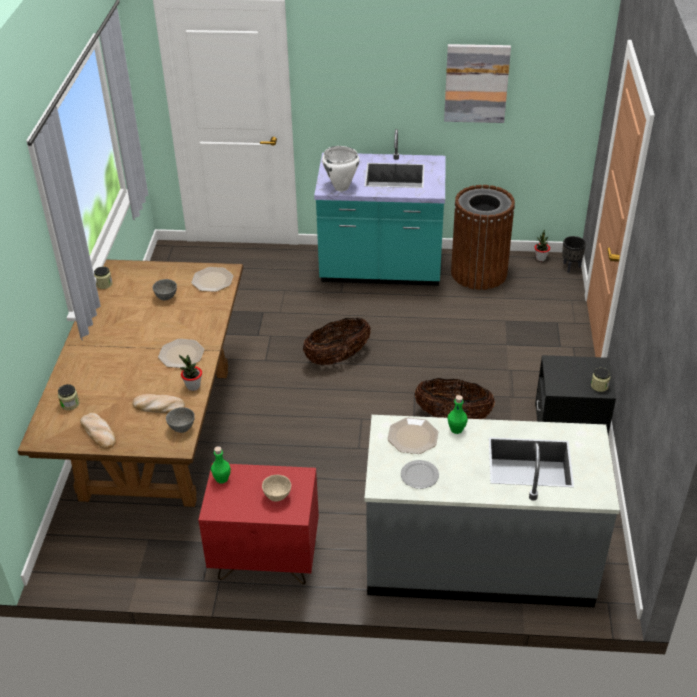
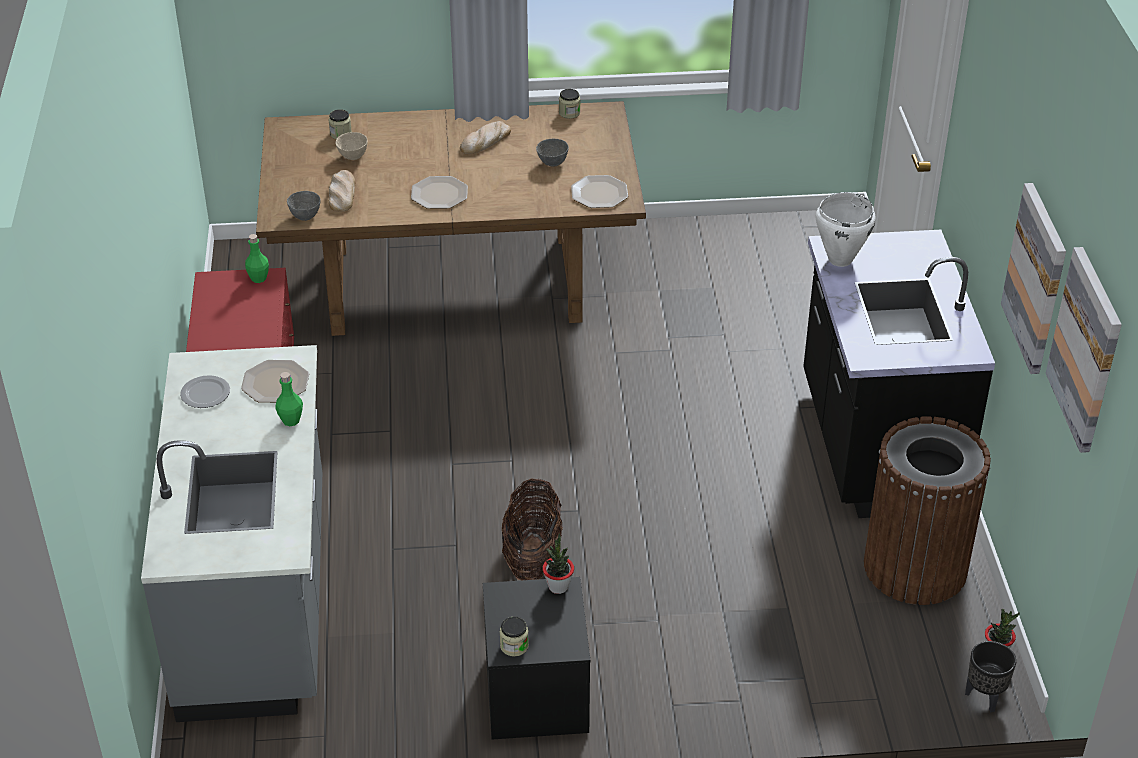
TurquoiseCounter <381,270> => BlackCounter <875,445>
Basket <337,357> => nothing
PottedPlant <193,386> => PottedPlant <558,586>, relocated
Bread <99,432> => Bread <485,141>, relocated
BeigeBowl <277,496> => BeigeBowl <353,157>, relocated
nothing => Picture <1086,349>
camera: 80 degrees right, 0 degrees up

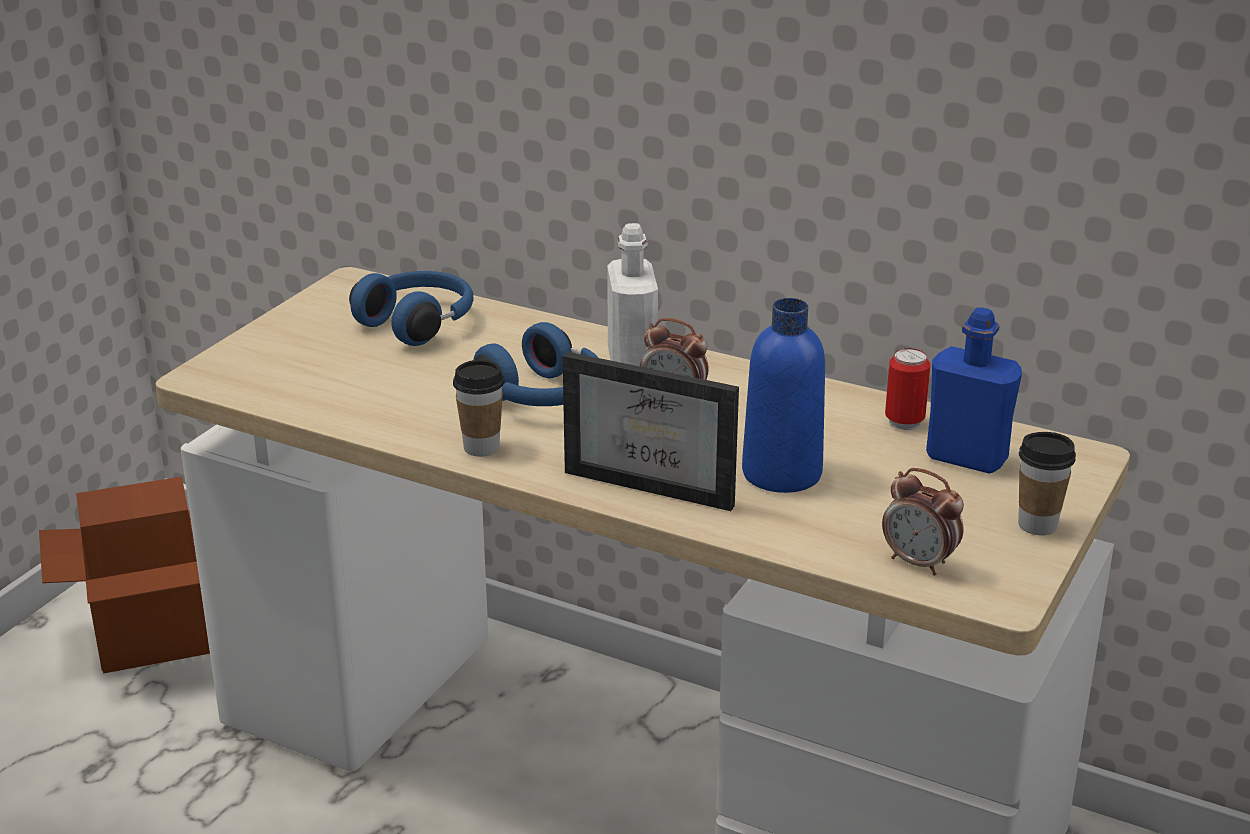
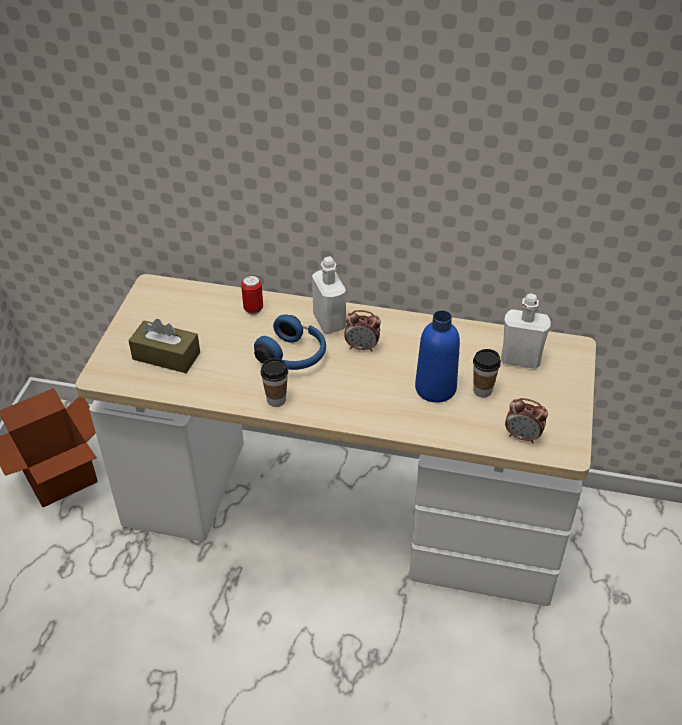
BlueHeadphones <419,323> => nothing
BlueBottle <966,458> => WhiteBottle <520,359>
Can <904,422> => Can <253,309>, relocated
PictureFrame <659,481> => nothing
Cup <1037,525> => Cup <482,390>, relocated
nothing => BrownTissueBox <166,356>
camera: 15 degrees left, 15 degrees up

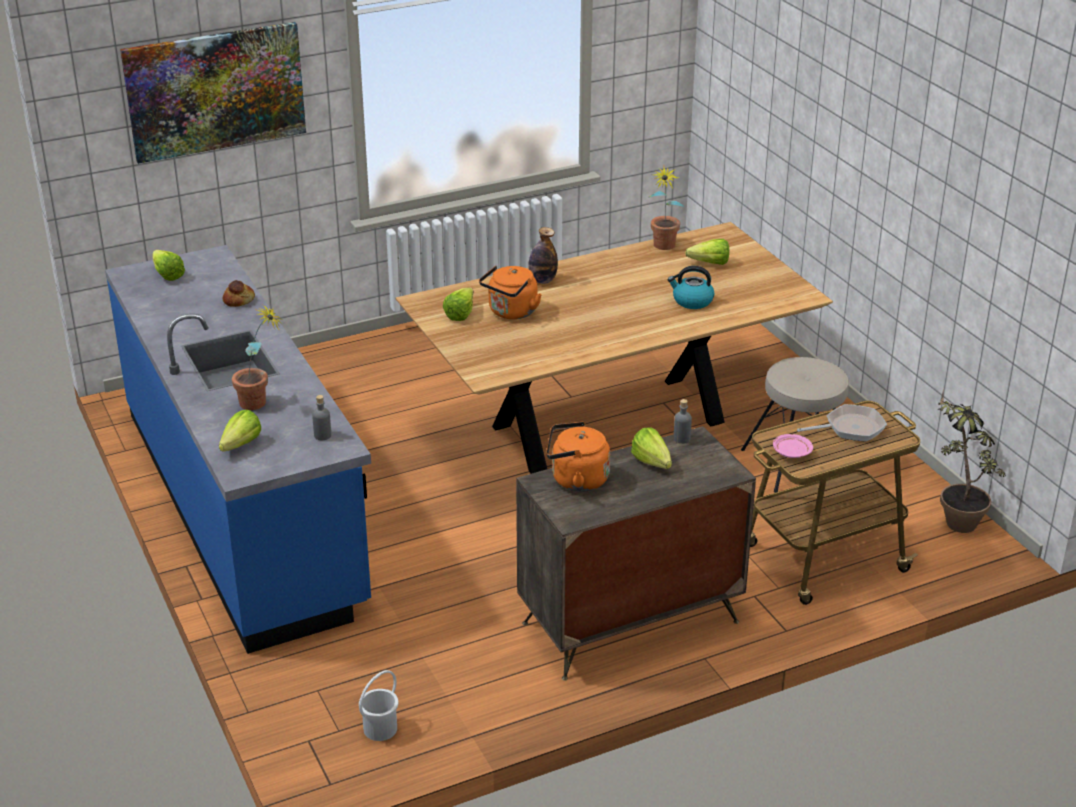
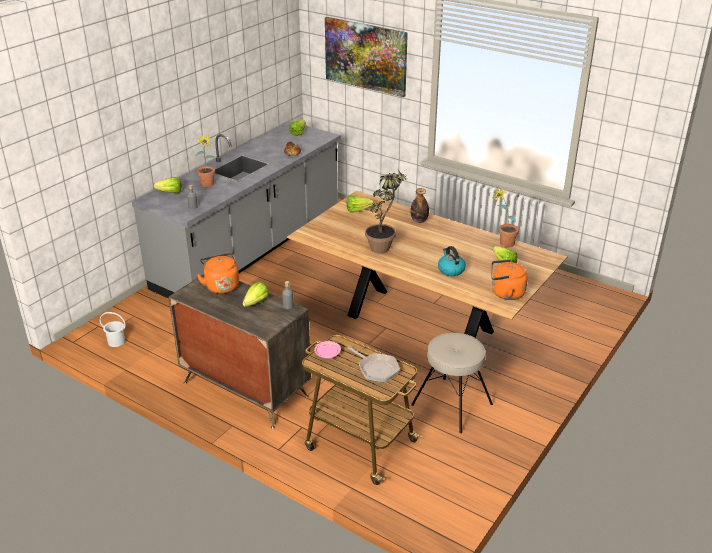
BlueCounter <244,506> => GreyCounter <251,249>
OrangeKettle <511,312> => OrangeKettle <505,293>, relocated
PottedPlant <955,517> => PottedPlant <384,246>, relocated
camera: 60 degrees right, 0 degrees up

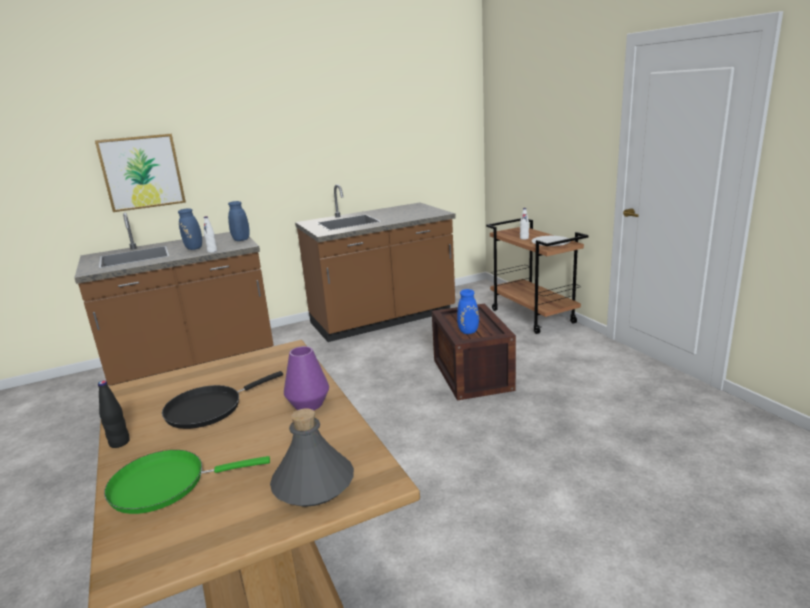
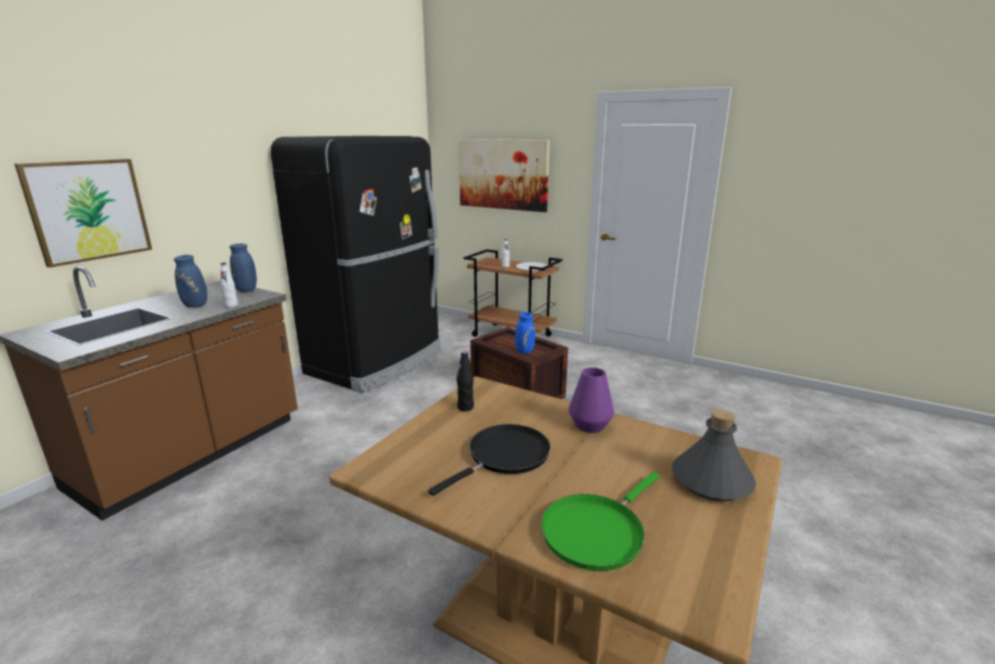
BrownCounter <383,319> => BlackFridge <377,362>
BlackFryingPan <209,408> => BlackFryingPan <504,456>, 150 degrees counterclockwise
BlackBottle <119,442> => BlackBottle <465,407>, relocated
nothing => Picture <502,174>
camera: 35 degrees left, 0 degrees up

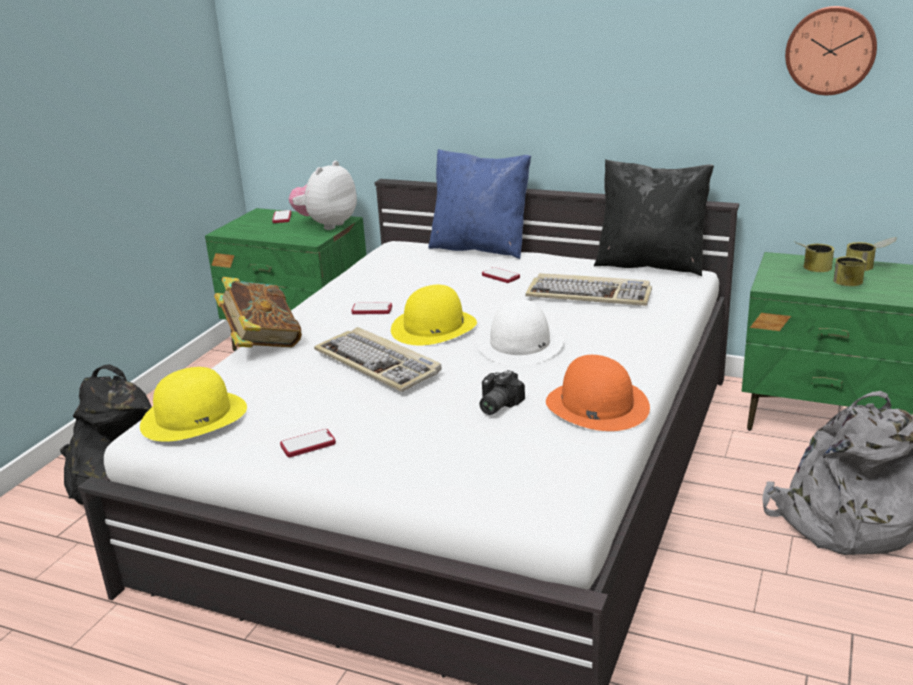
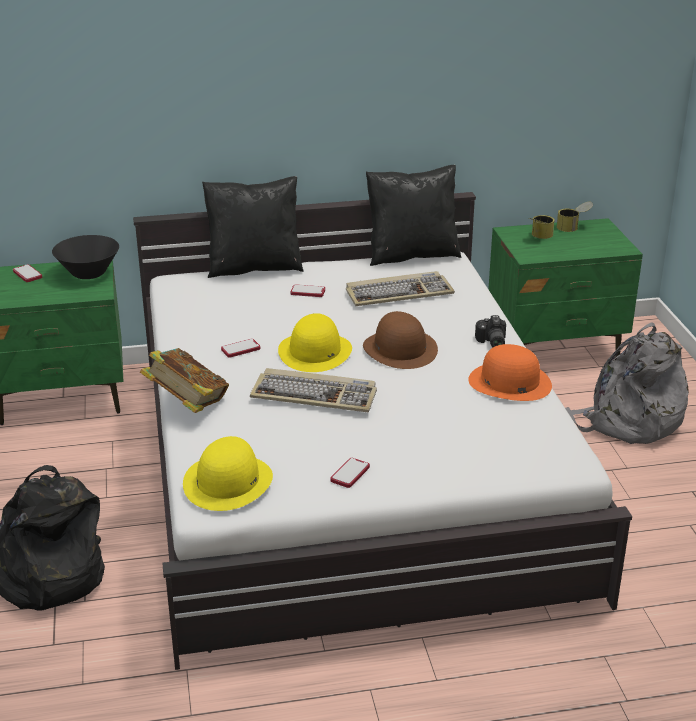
WallClock <830,50> => nothing
BluePillow <480,248> => BlackPillow <254,267>
PlushToy <327,225> => BlackBowl <89,273>
Can <848,284> => nothing
WhiteHat <520,344> => BrownHat <400,349>
PhotoCamera <495,405> => PhotoCamera <491,342>, relocated
camera: 35 degrees left, 5 degrees up

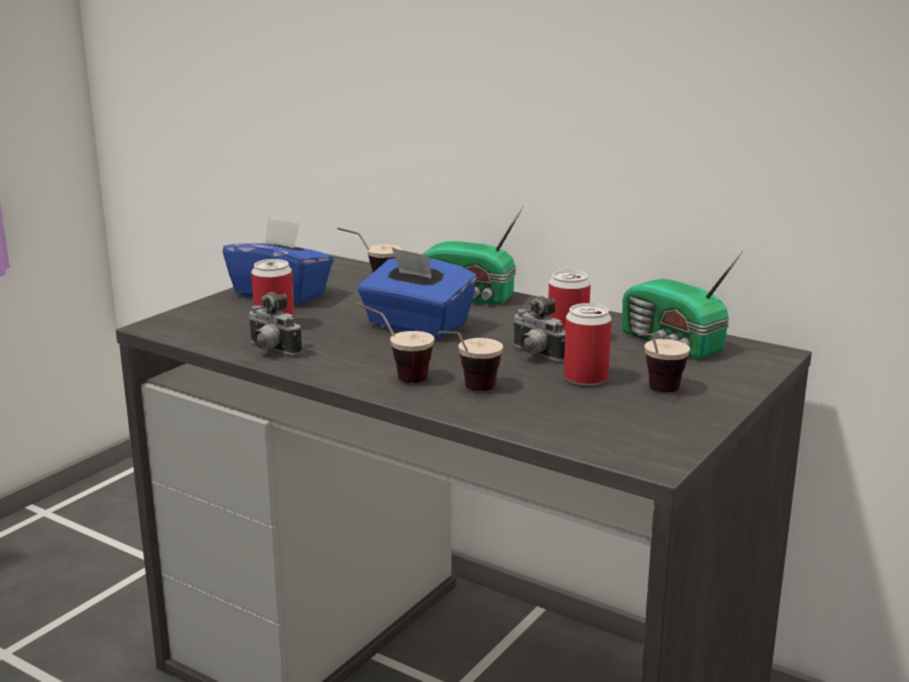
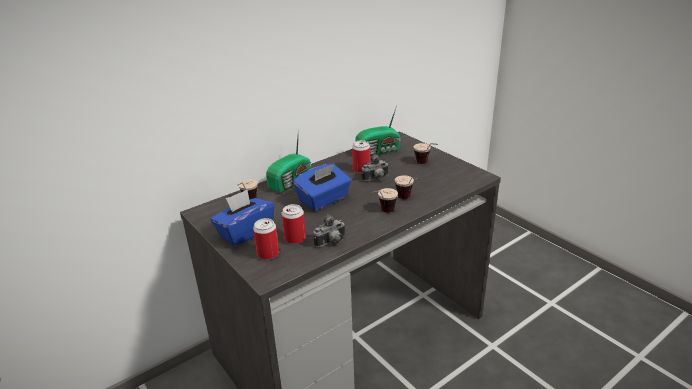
Can <585,378> => Can <268,254>, relocated
camera: 70 degrees left, 10 degrees up

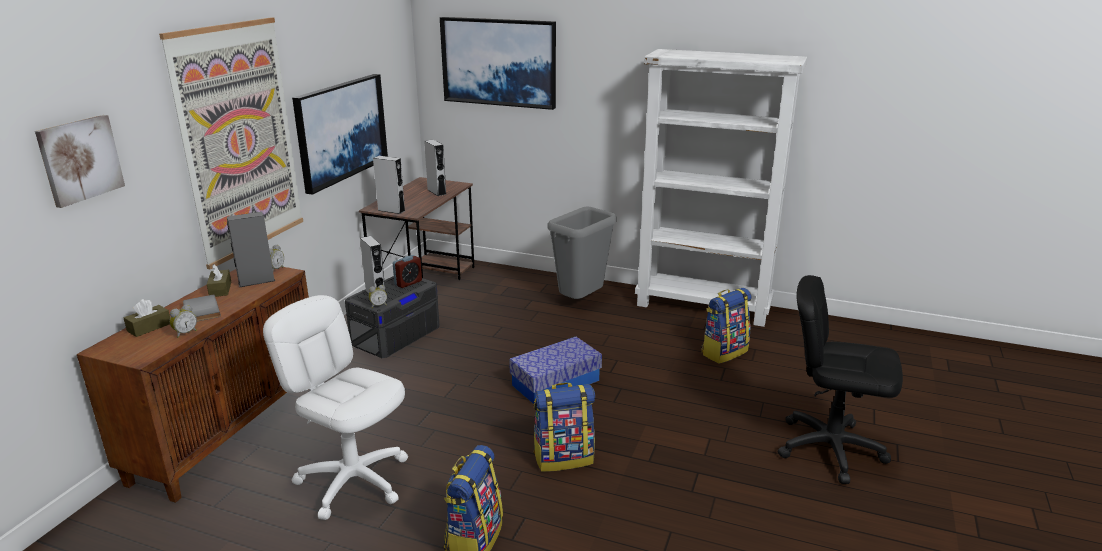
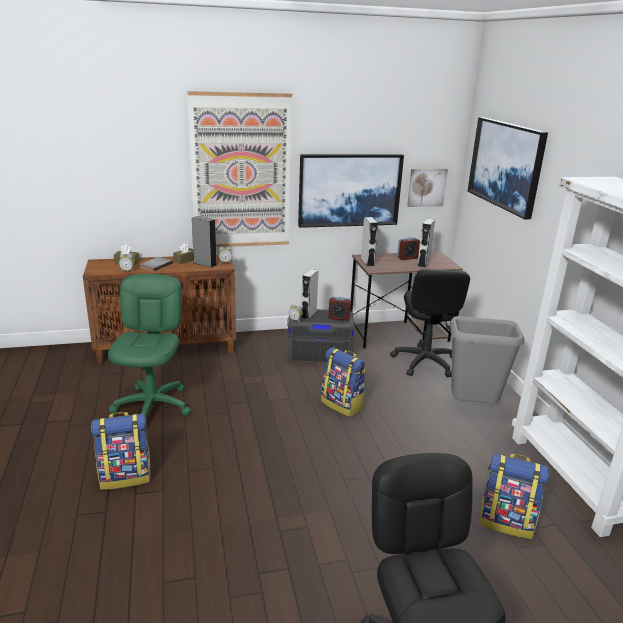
Picture <80,159> => Picture <426,187>, relocated
WhiteOfficeChair <353,480> => GreenOfficeChair <153,406>
StorageBox <555,383> => nothing
Backpack <564,458> => Backpack <342,405>, relocated
nothing => AlarmClock <407,258>
nothing => BlackOfficeChair <424,362>
camera: 55 degrees right, 0 degrees up

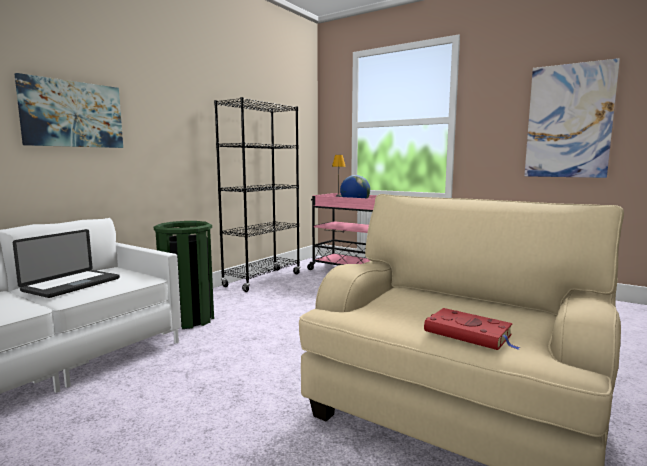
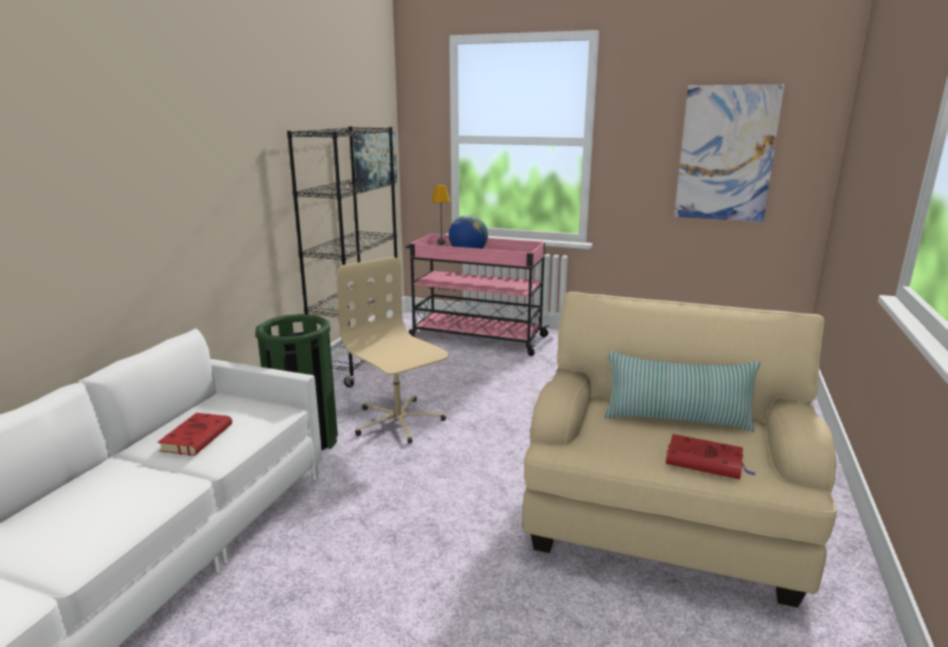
Picture <72,114> => Picture <374,160>, relocated
Laptop <72,285> => RedBook <198,437>
nothing => BeigeOfficeChair <398,421>
nothing => Pillow <677,420>
camera: 15 degrees left, 10 degrees up

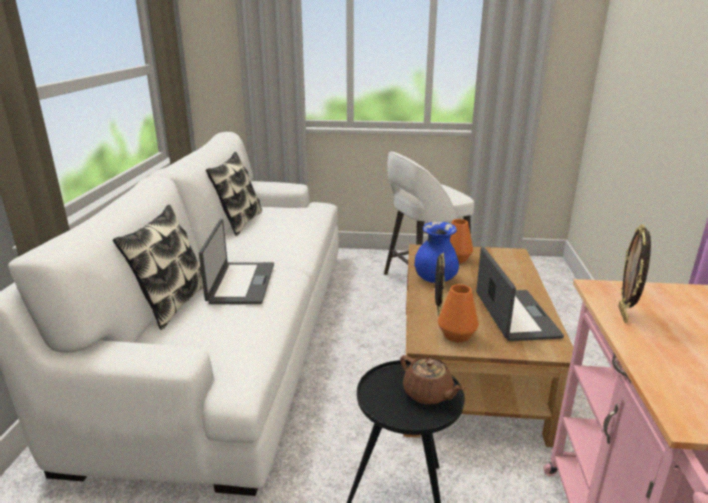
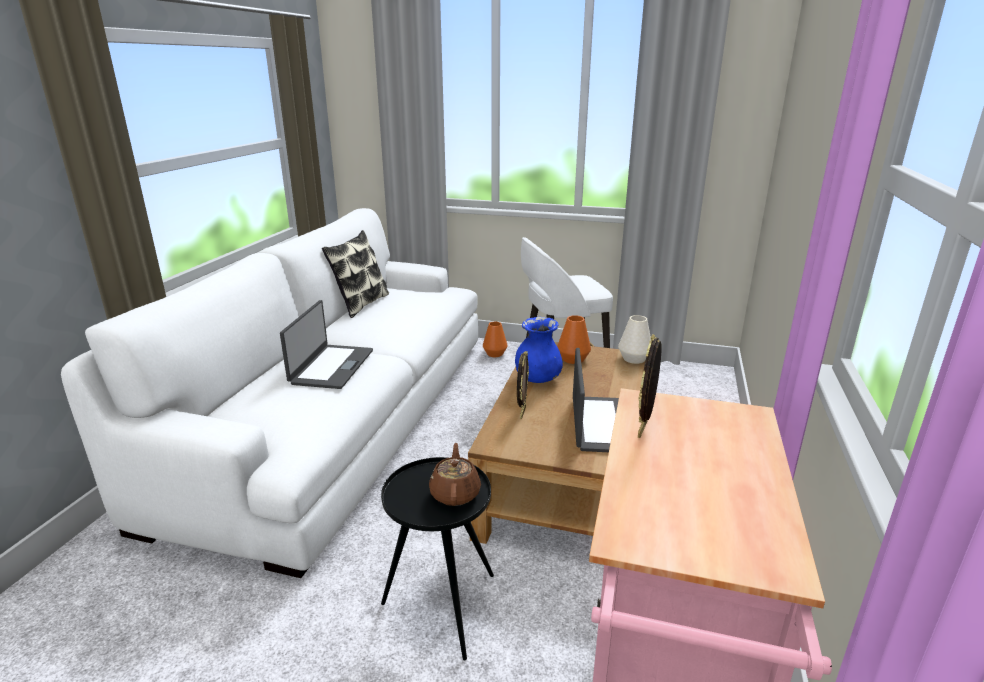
Pillow <172,303> => nothing
OrangeVase <457,335> => OrangeVase <495,354>, relocated
BrownTeapot <428,394> => BrownTeapot <455,493>, 150 degrees counterclockwise
nothing => WhiteVase <634,359>
camera: 10 degrees right, 0 degrees up

